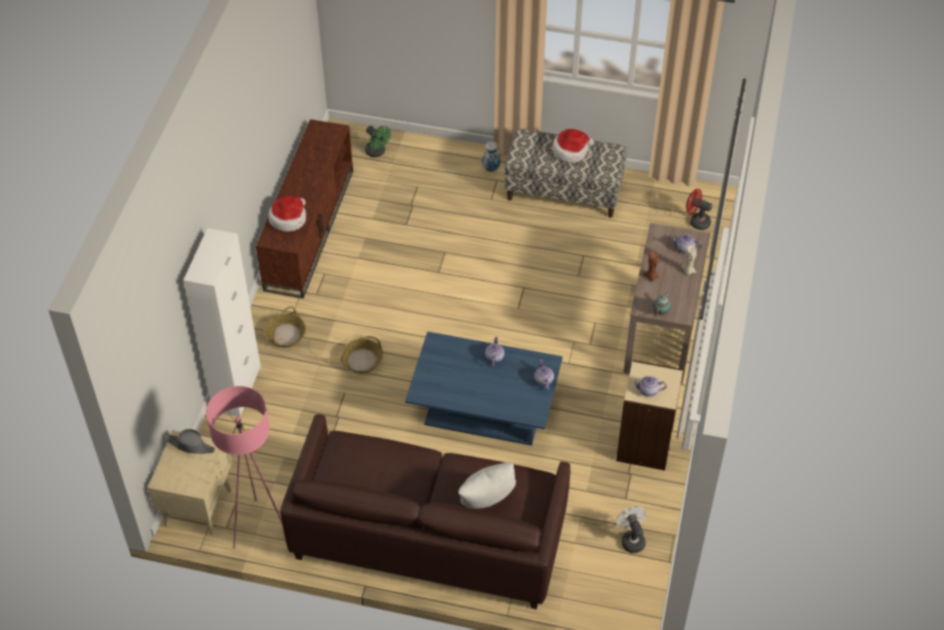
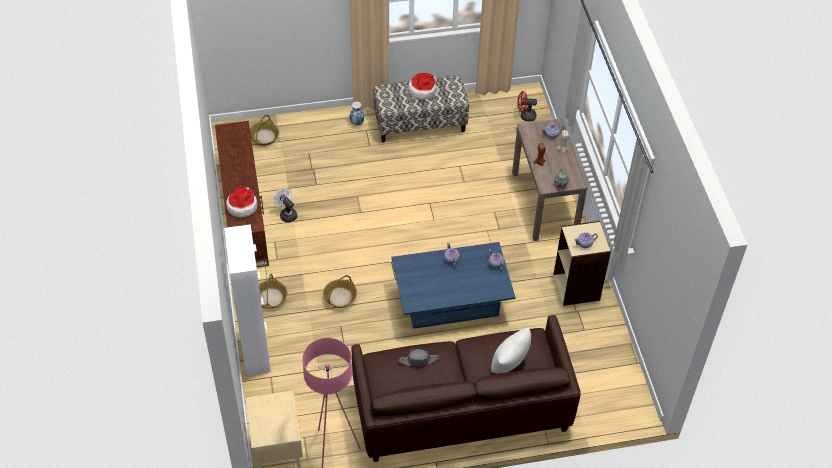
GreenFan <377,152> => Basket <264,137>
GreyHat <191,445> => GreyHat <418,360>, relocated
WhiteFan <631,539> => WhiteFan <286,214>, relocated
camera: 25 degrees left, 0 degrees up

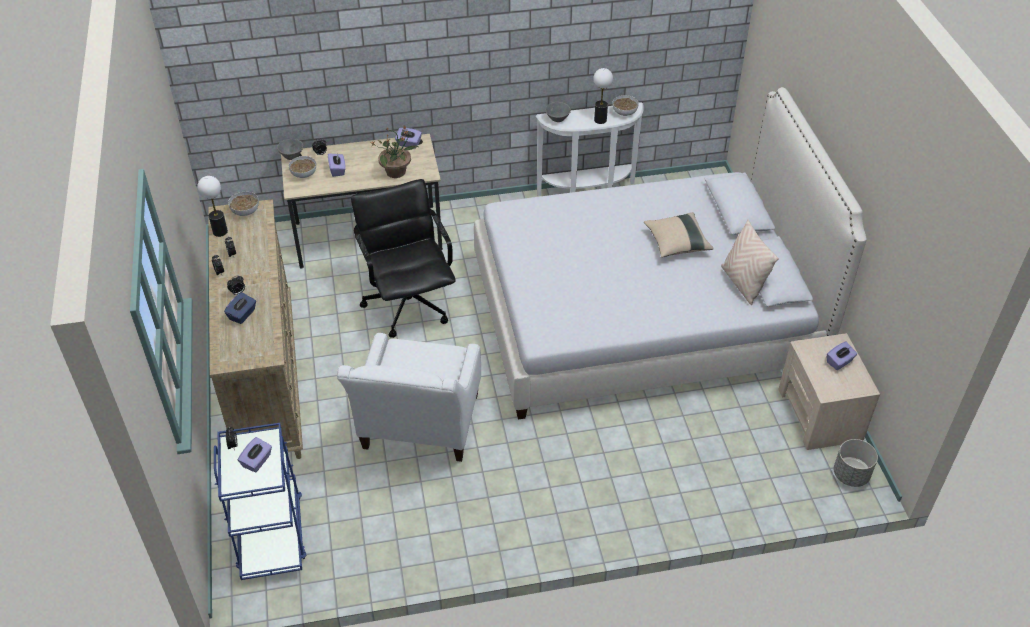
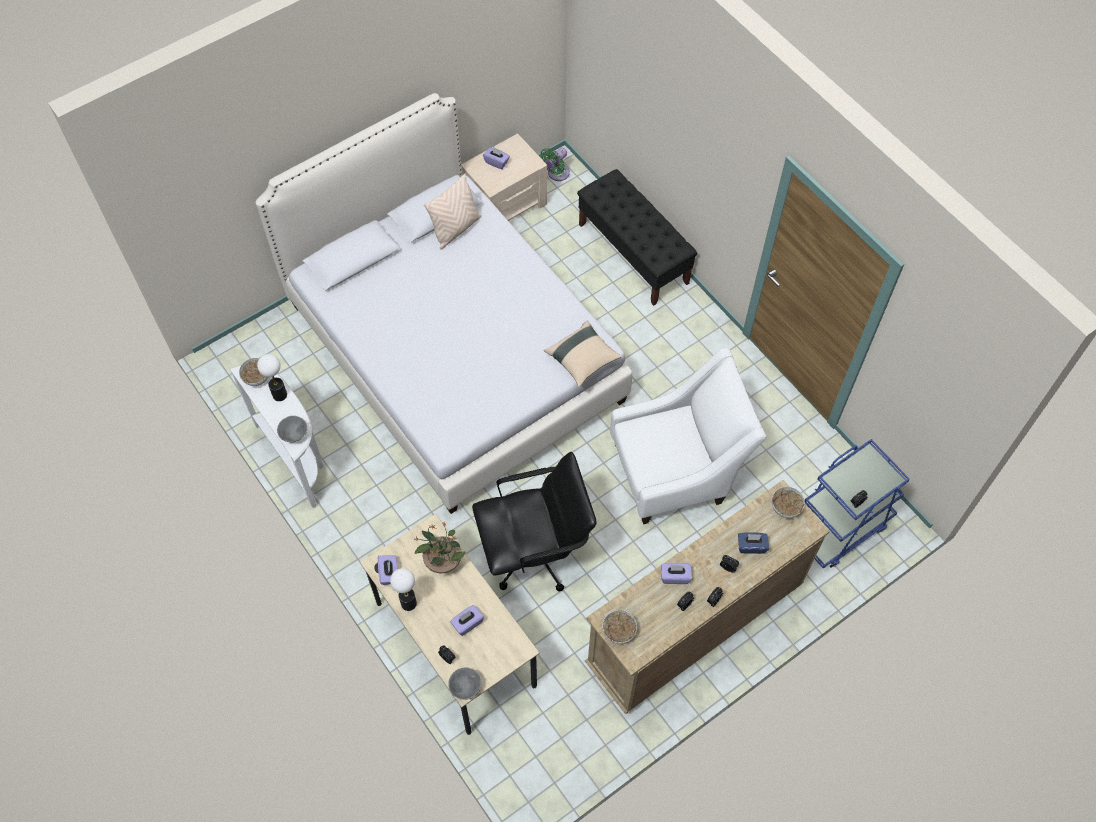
Bowl <303,174> => Bowl <786,507>, relocated
TableLamp <220,231> => TableLamp <408,603>, relocated
BlackOfficeChair <409,304> => BlackOfficeChair <535,552>, 150 degrees counterclockwise
BeigePillow <676,243> => BeigePillow <582,359>, relocated
PurpleTissueBox <257,461> => PurpleTissueBox <675,576>, relocated
GreyPlanter <850,475> => GreenFan <556,174>
nothing => BlackBench <633,254>
camera: 115 degrees left, 15 degrees up

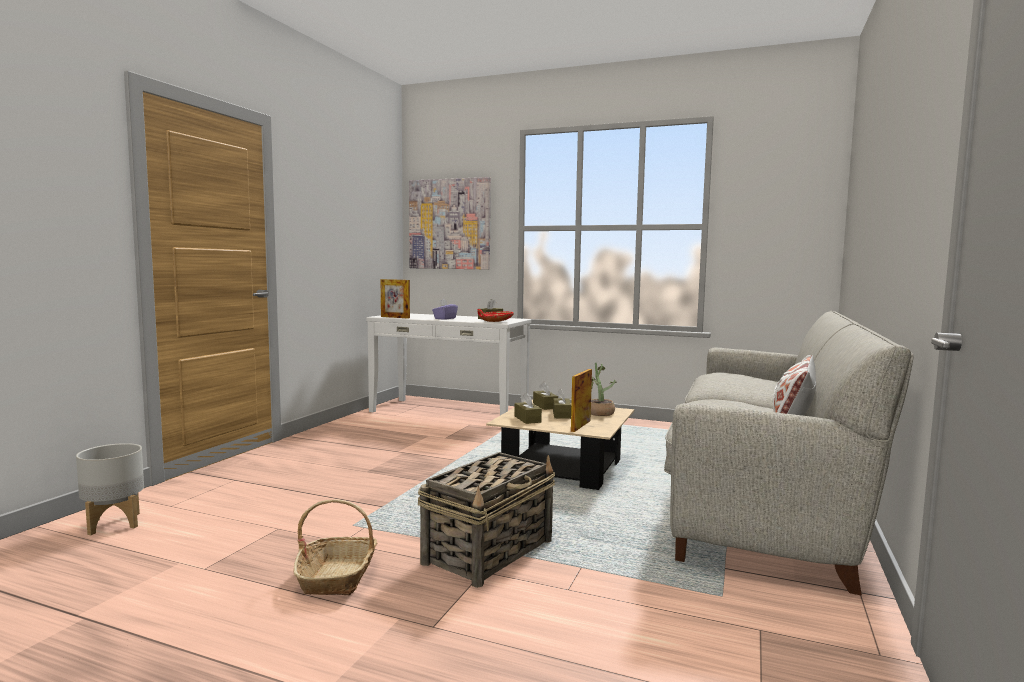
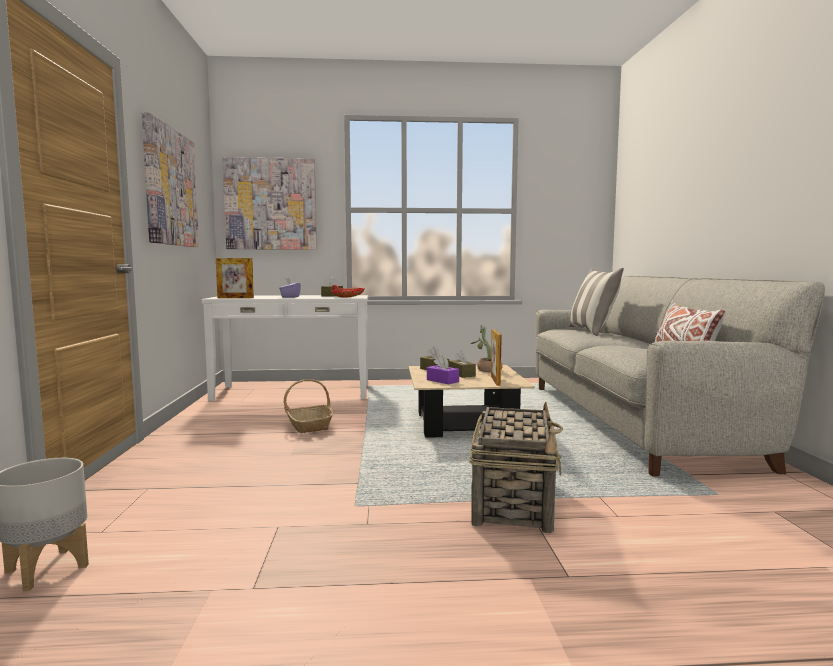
BrownTissueBox <527,419> => PurpleTissueBox <442,381>
Basket <338,576> => Basket <309,425>, relocated
nothing => Picture <170,187>
nothing => Pillow <592,331>
camera: 25 degrees left, 0 degrees up

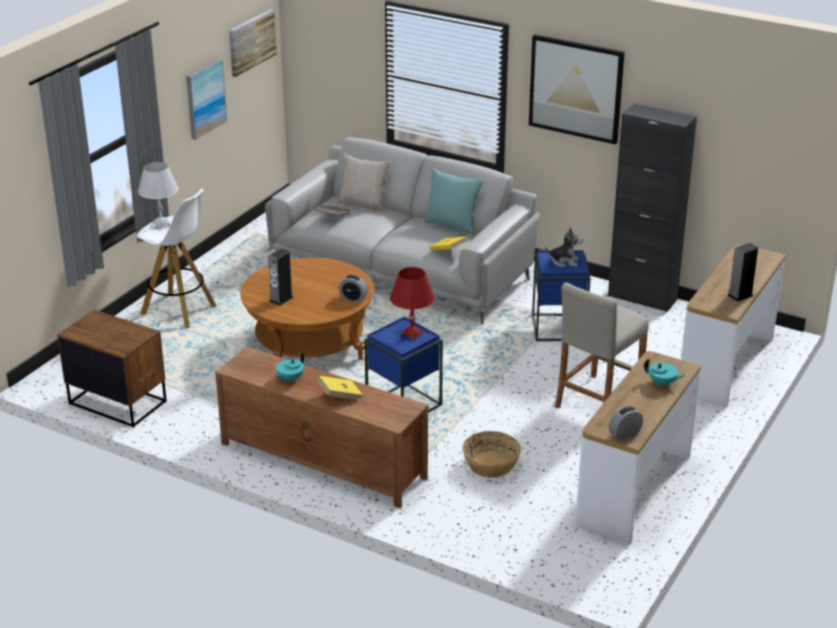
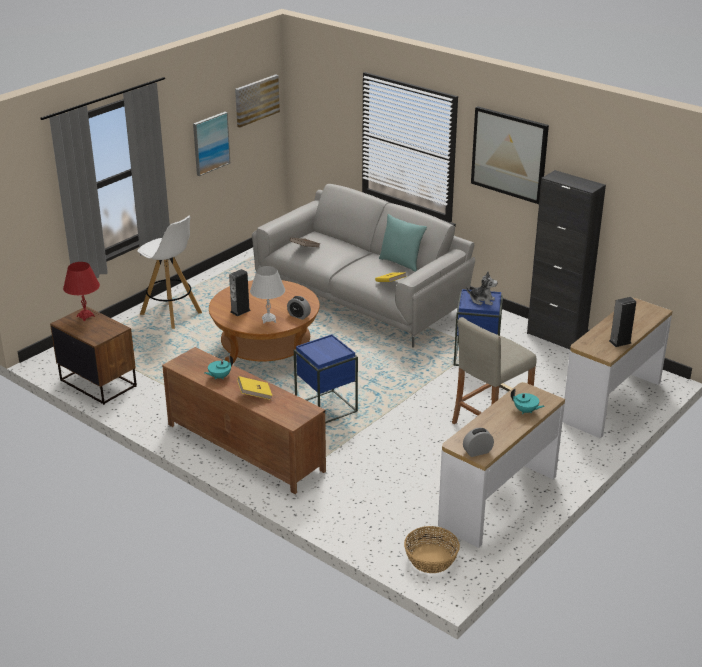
BeigePillow <363,204> => nothing
WhiteTableLamp <161,224> => WhiteTableLamp <268,319>, relocated
RedTableLamp <412,334> => RedTableLamp <85,316>, relocated
Basket <490,465> => Basket <430,559>, relocated
camera: 10 degrees right, 0 degrees up

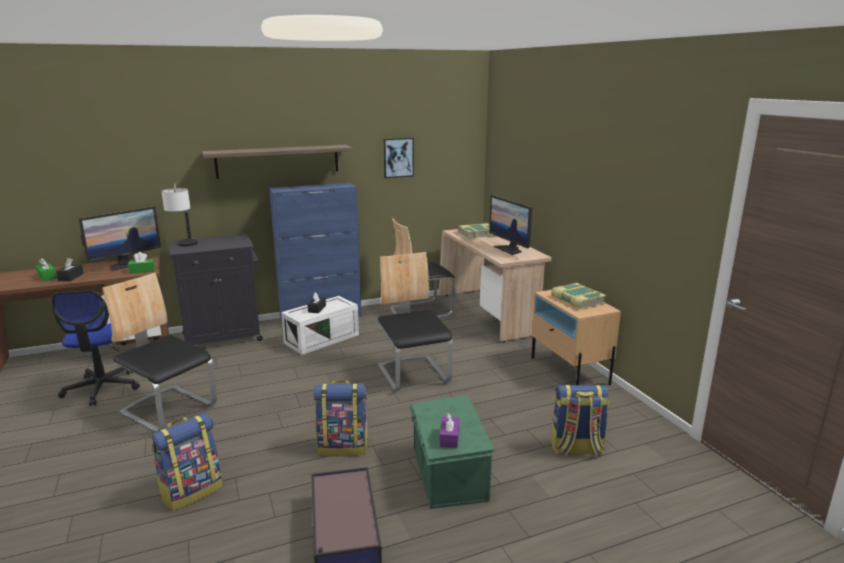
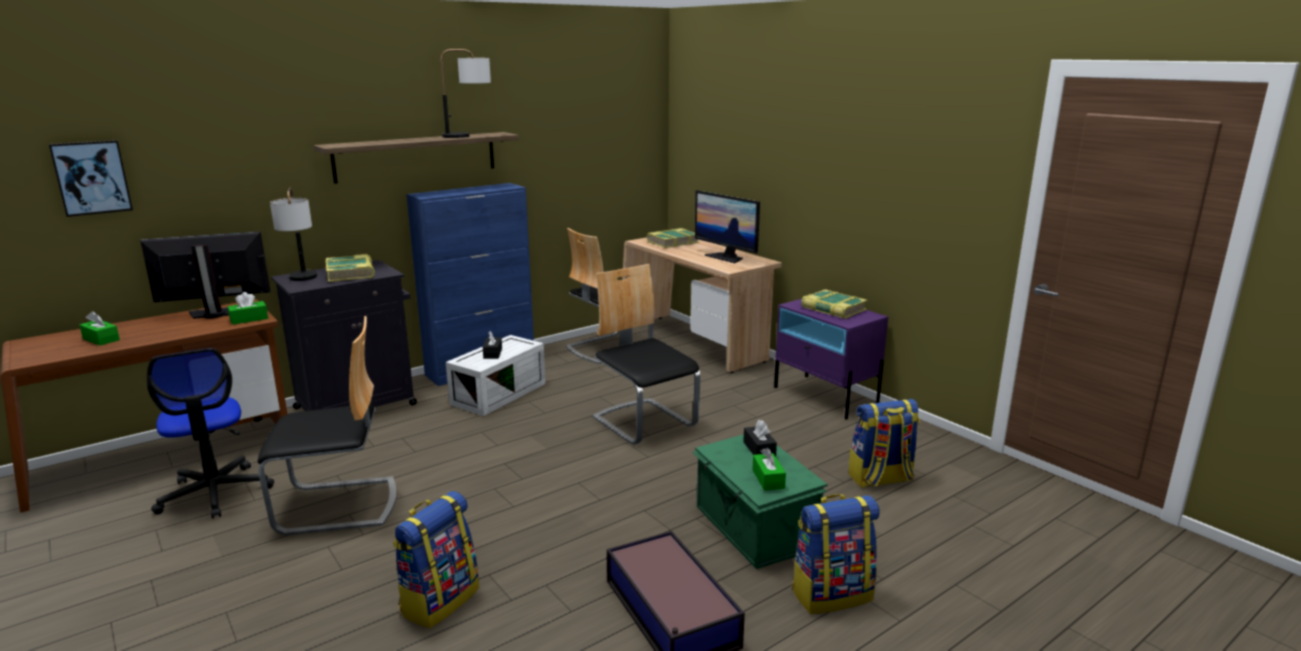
Picture <398,157> => Picture <91,177>, relocated
Monitor <126,265> => Monitor <215,313>, 135 degrees counterclockwise
BlackTissueBox <71,277> => BlackTissueBox <759,449>, relocated
Chair <169,409> => Chair <337,506>, 150 degrees clockwise
BeigeNightstand <569,371> => PurpleNightstand <825,396>
Backpack <343,447> => Backpack <831,594>, relocated
PurpleTissueBox <449,438> => GreenTissueBox <768,479>
nothing => TableLamp <469,136>
nothing => Book <351,273>
camera: 15 degrees left, 0 degrees up

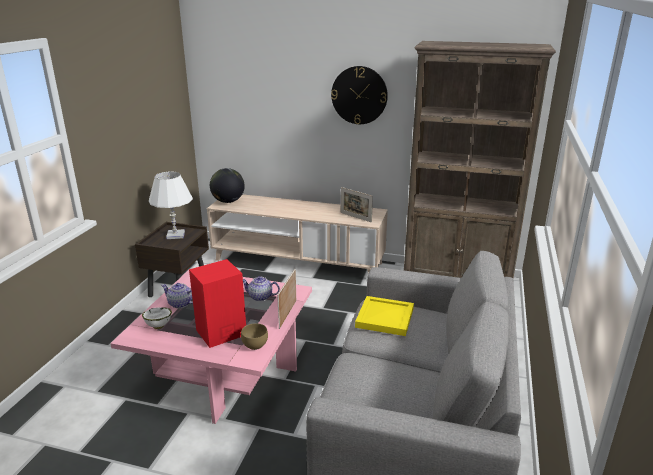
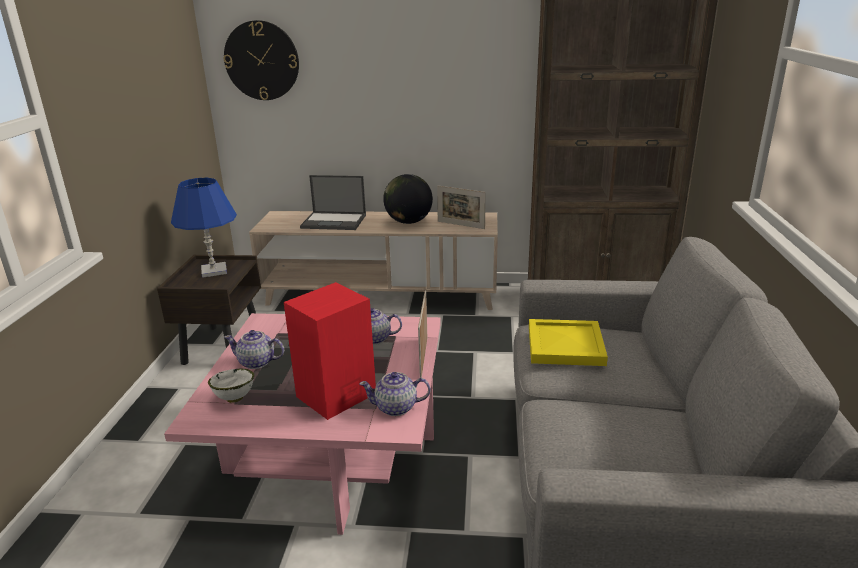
WallClock <359,95> => WallClock <262,61>, relocated
Globe <228,201> => Globe <408,222>, relocated
WhiteTableLamp <175,235> => BlueTableLamp <214,271>
BrownBowl <255,346> => Teapot <396,407>
nothing => Laptop <335,221>
camera: 10 degrees left, 0 degrees up

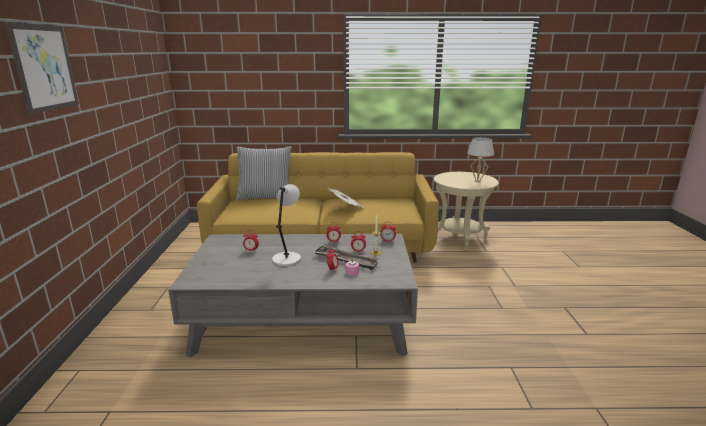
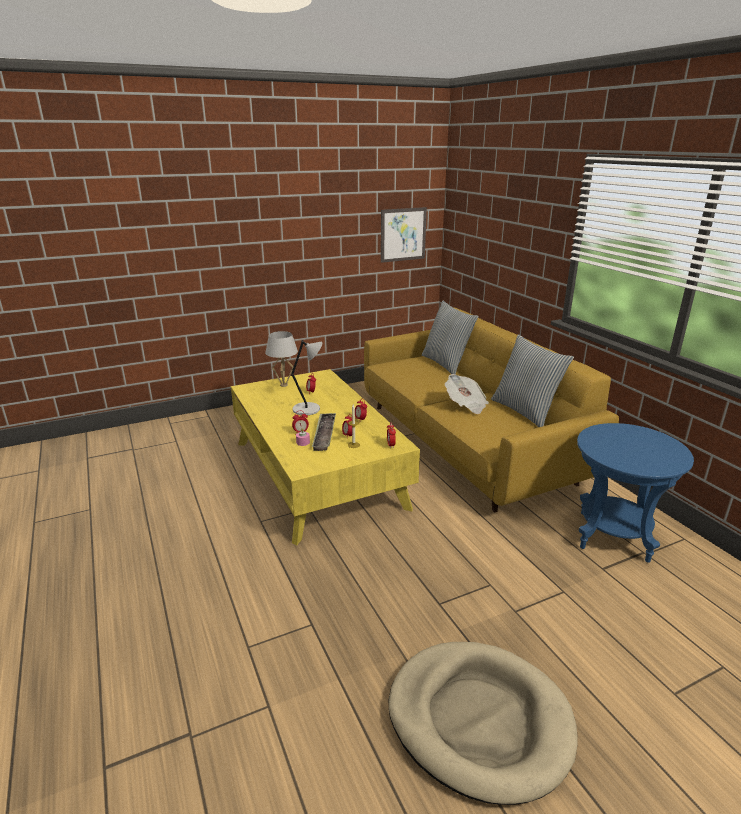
Picture <45,68> => Picture <403,234>, relocated
WhiteTableLamp <477,181> => WhiteTableLamp <284,385>, relocated
BeigeSideTable <460,239> => BlueSideTable <613,536>
GreyCoffeeTable <304,318> => YellowCoffeeTable <317,474>
nothing => Pillow <525,411>
nothing => BeigeDogBed <479,720>
camera: 65 degrees right, 5 degrees up

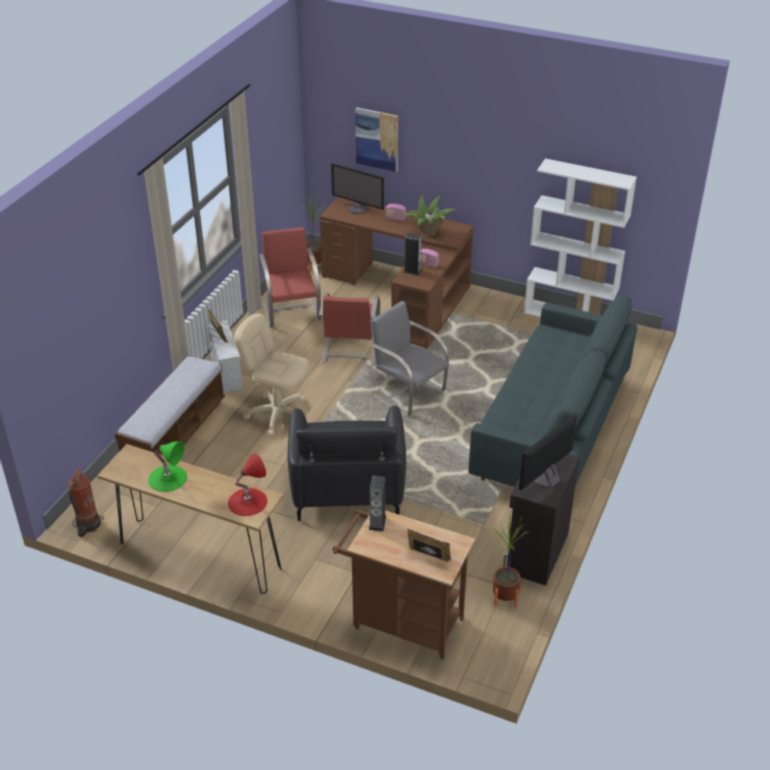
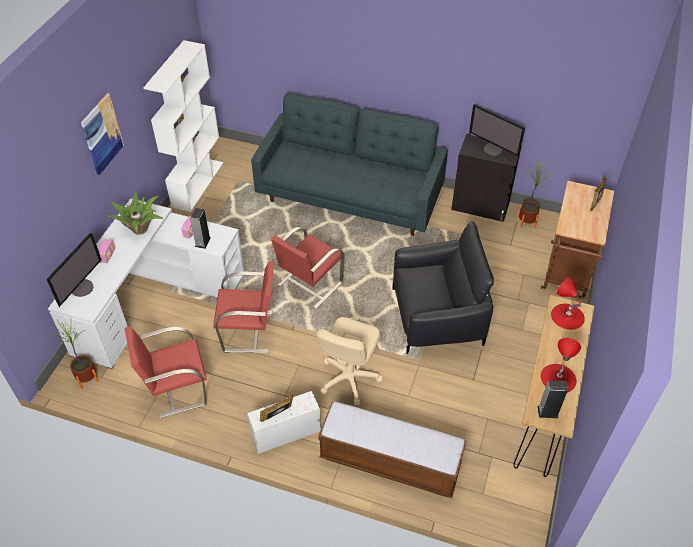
Picture <377,139> => Picture <102,134>, relocated
BrownDesk <403,294> => WhiteDesk <152,296>
GreyChair <408,392> => RedChair <309,284>
GreenTableLamp <167,478> => RedTableLamp <558,378>
FireExtinguisher <87,525> => nothing
Speaker <377,522> => Speaker <547,412>, relocated
camera: 95 degrees left, 10 degrees up

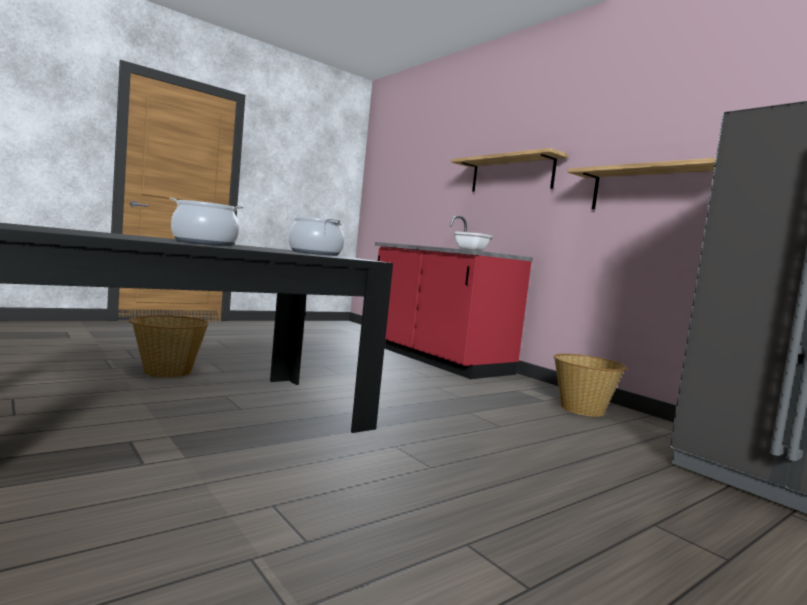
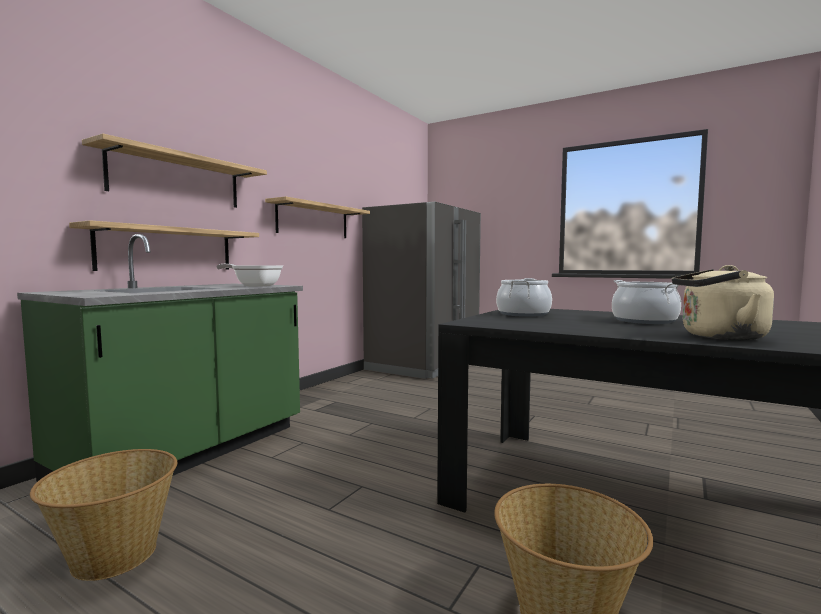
RedCounter <436,359> => GreenCounter <187,452>
Basket <582,409> => Basket <114,554>, relocated
nothing => Shelf <168,249>
nothing => BeigeKettle <718,337>
camera: 110 degrees left, 0 degrees up

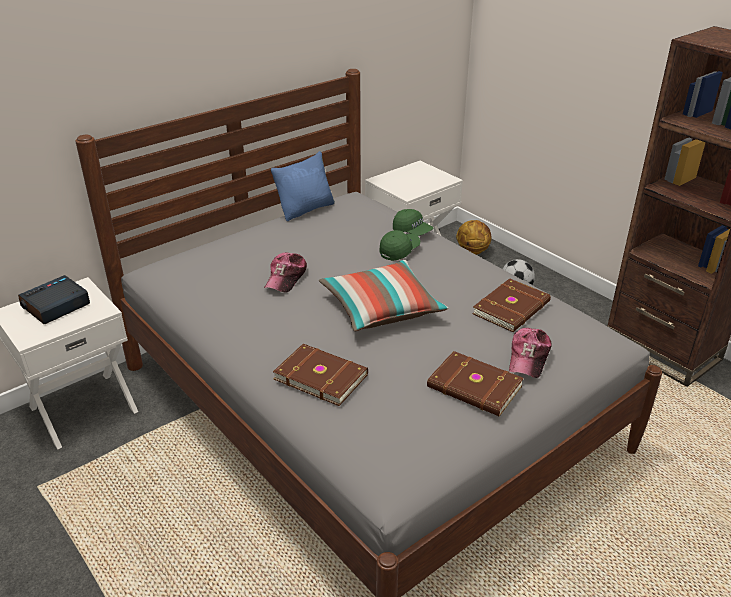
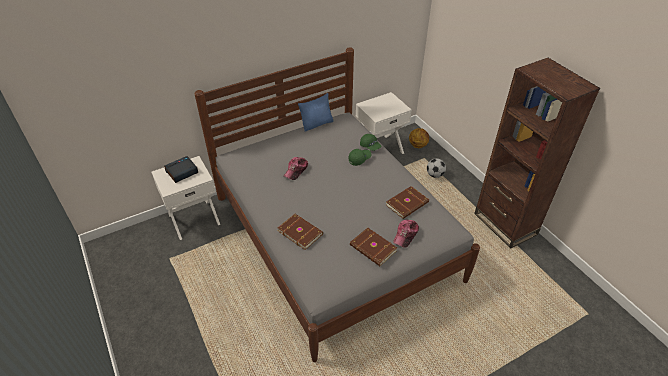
Pillow <381,309> => nothing
camera: 10 degrees right, 10 degrees up

